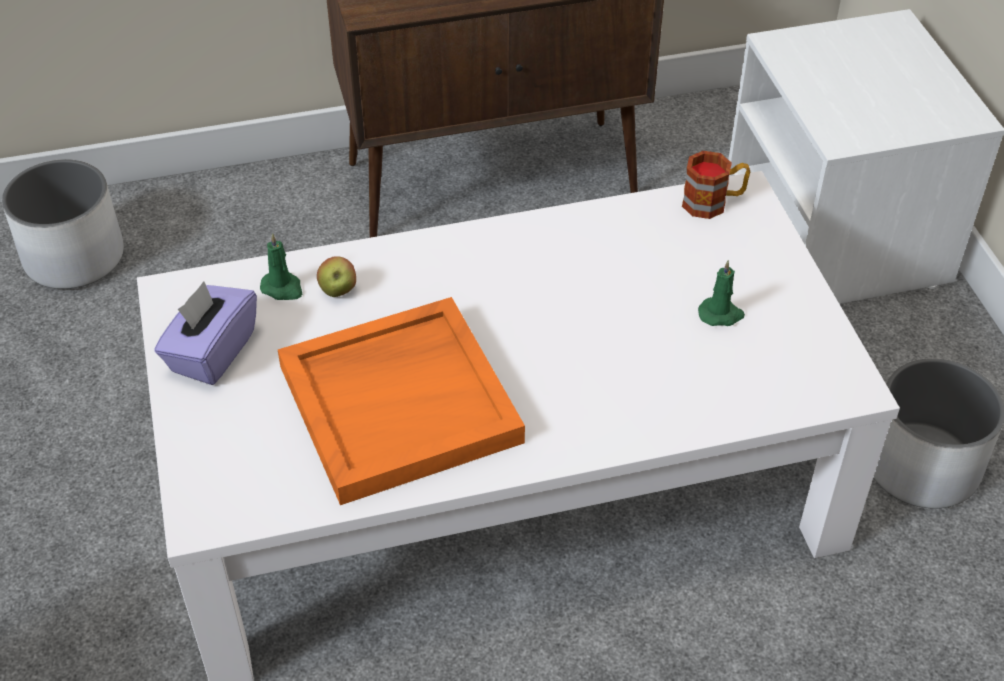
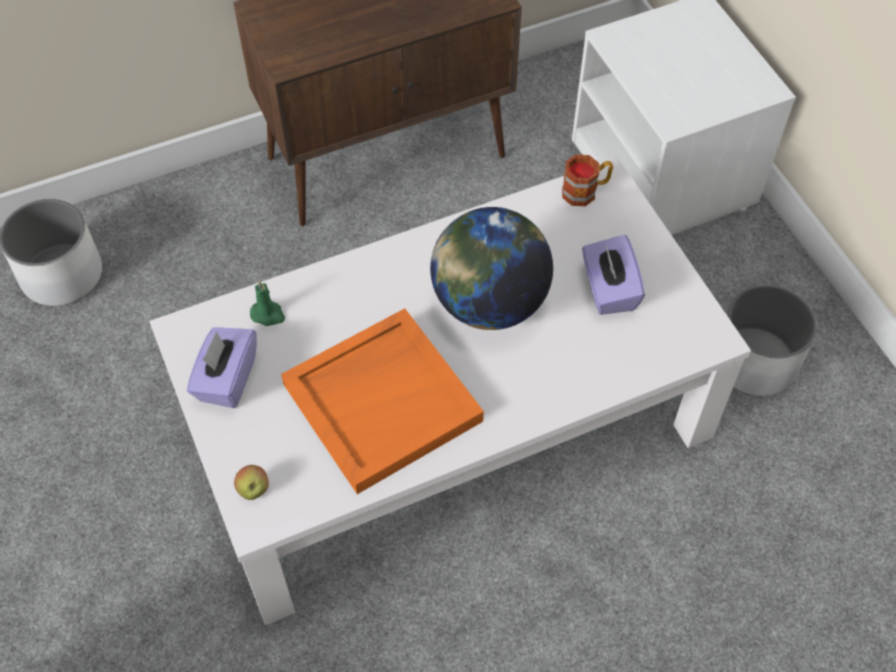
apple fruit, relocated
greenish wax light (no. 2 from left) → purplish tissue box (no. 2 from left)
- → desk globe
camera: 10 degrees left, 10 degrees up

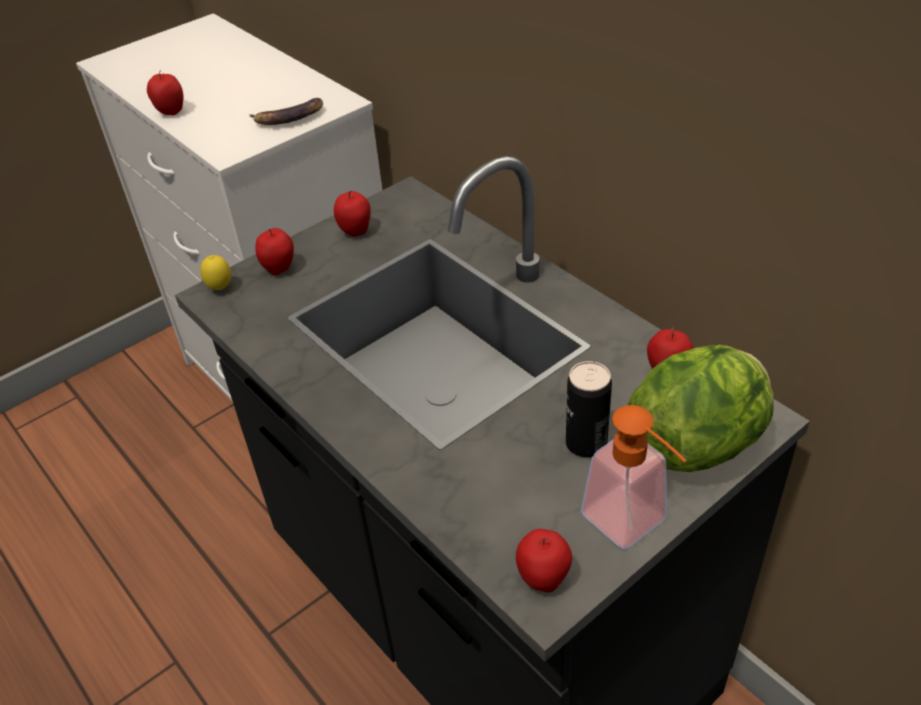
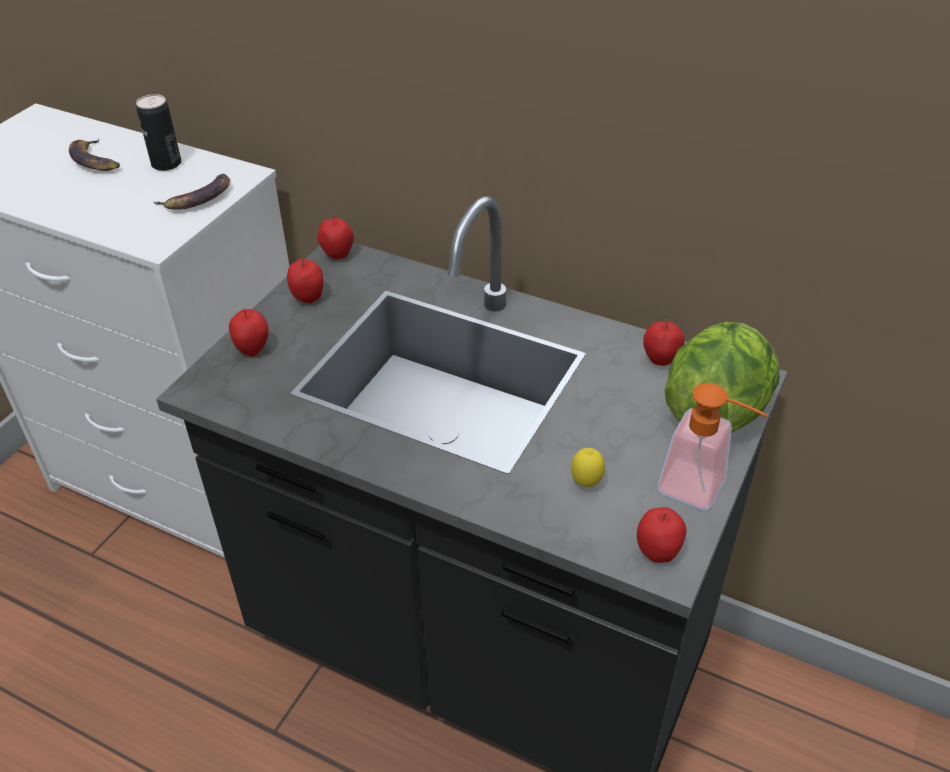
apple fruit (no. 1 from left in the first image) → apple fruit (no. 3 from left), relocated
citrus fruit, relocated
sealed can, relocated
- → banana fruit (no. 1 from left)
camera: 25 degrees left, 0 degrees up

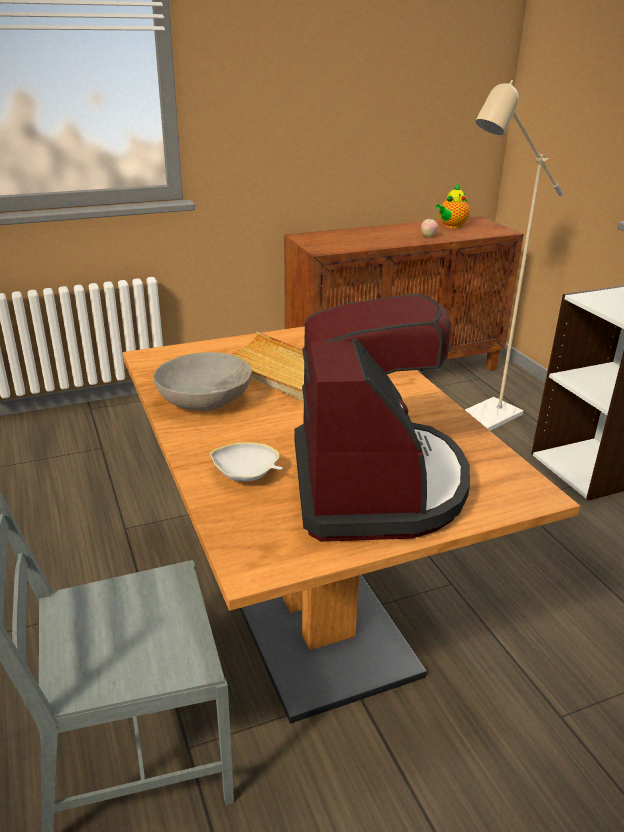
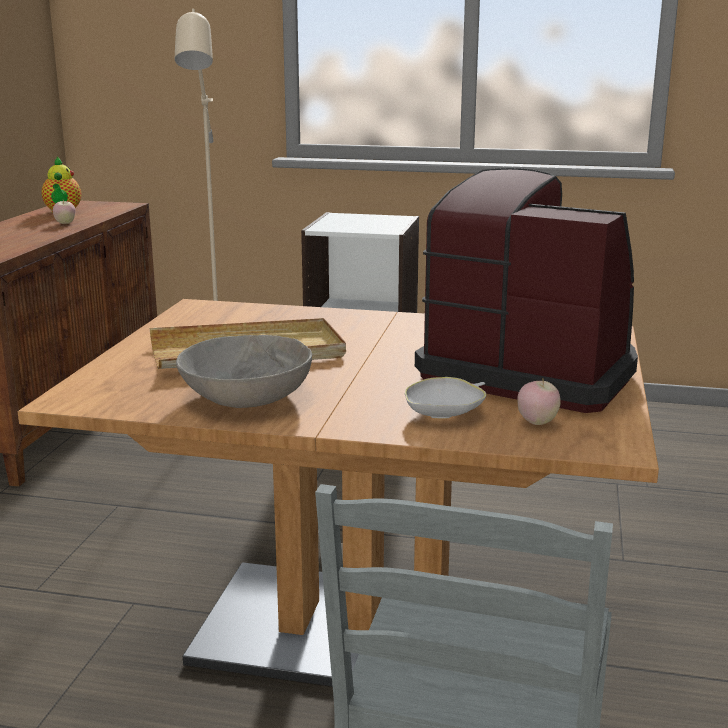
- → apple fruit (no. 2 from left)
camera: 55 degrees left, 10 degrees down

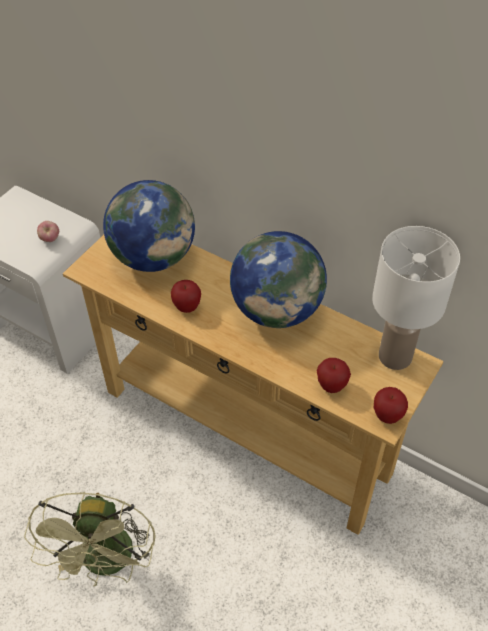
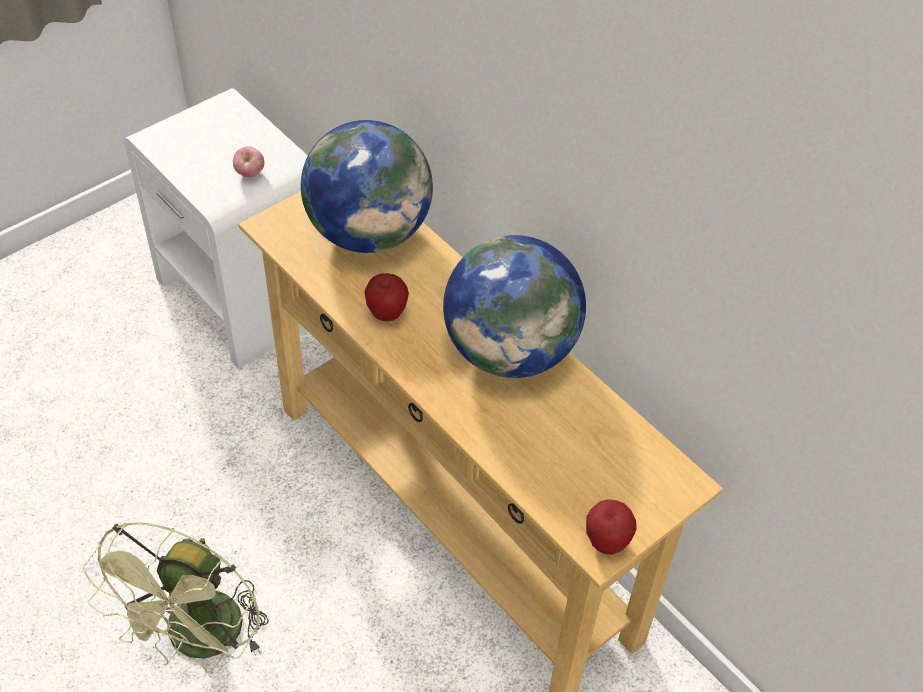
white-coloured table lamp → -
apple fruit (no. 3 from left) → -
camera: 15 degrees right, 0 degrees up

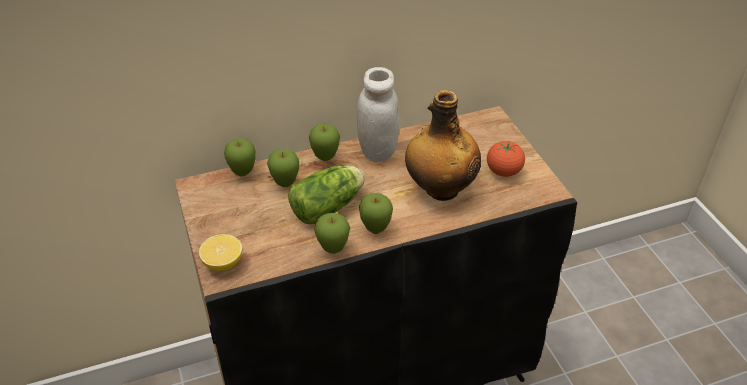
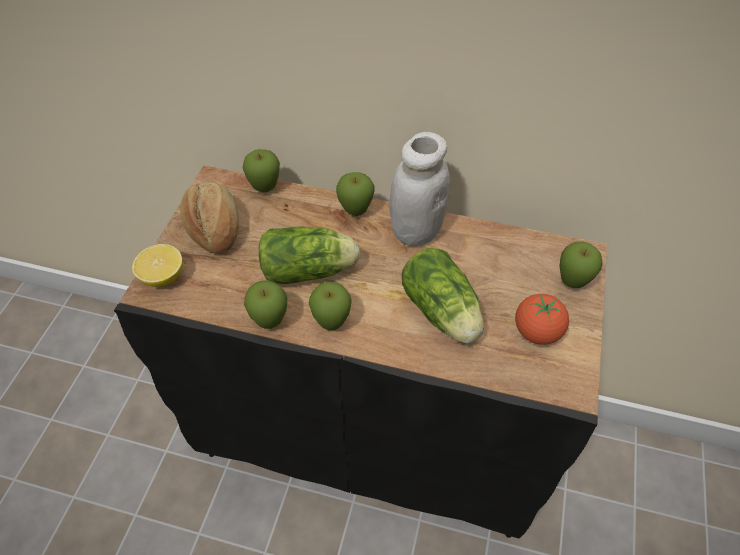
drink bottle → head of lettuce (no. 2 from left)
apple fruit (no. 2 from left in the first image) → apple fruit (no. 5 from left), relocated
- → baked bread
camera: 35 degrees right, 10 degrees up

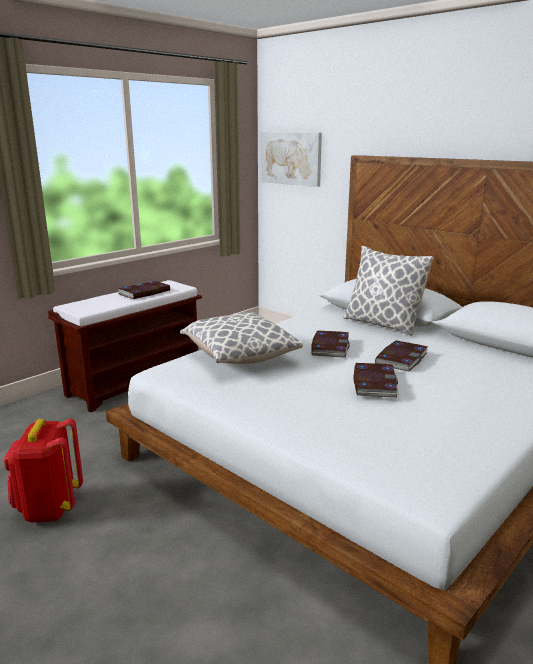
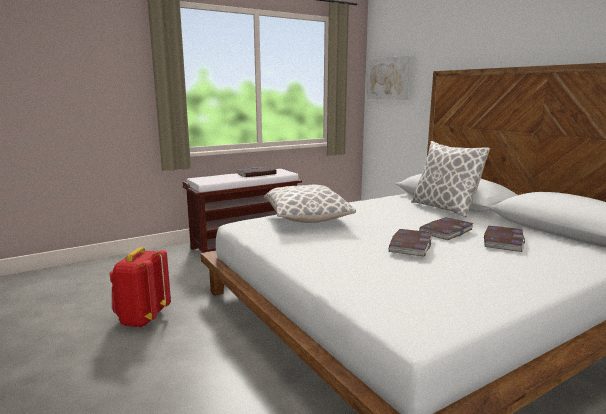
volume (no. 2 from left in the first image) → volume (no. 4 from left), relocated
camera: 15 degrees right, 5 degrees down

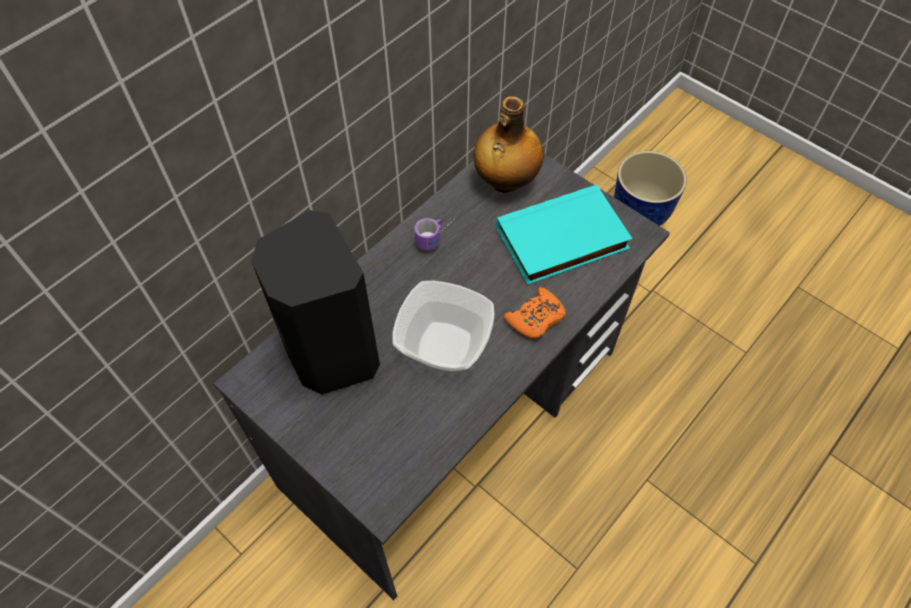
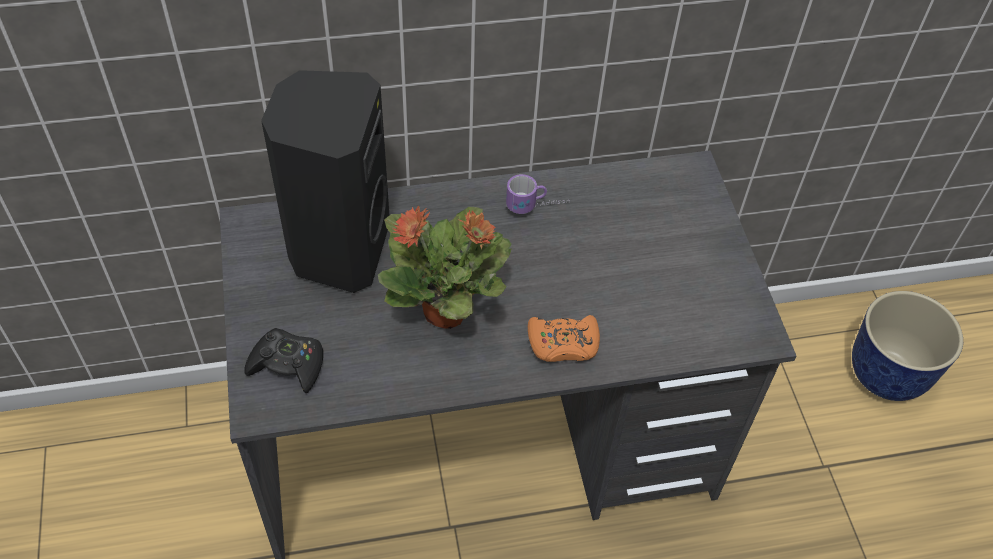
drink bottle → -
blue-green volume → -
deep dish → plant in a pot
- → black-coloured gamepad
camera: 35 degrees right, 5 degrees down

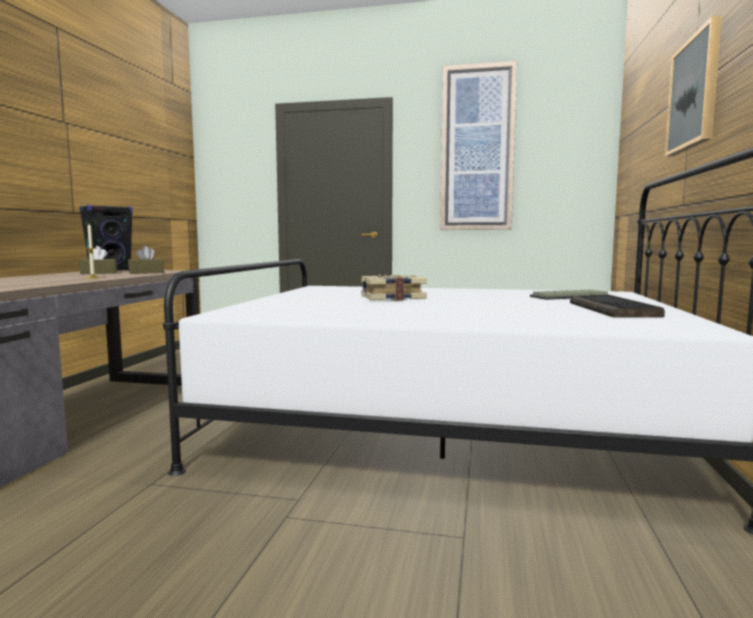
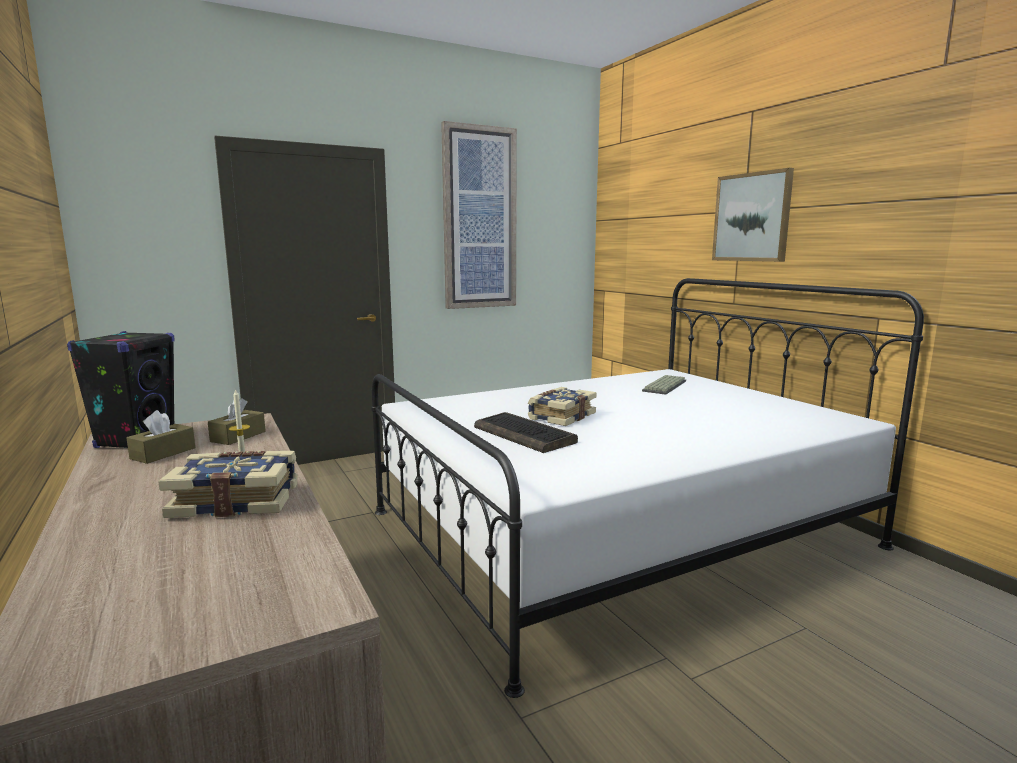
PC keyboard (no. 2 from left in the first image) → PC keyboard (no. 1 from left), relocated
- → volume (no. 1 from left)
camera: 40 degrees left, 5 degrees up

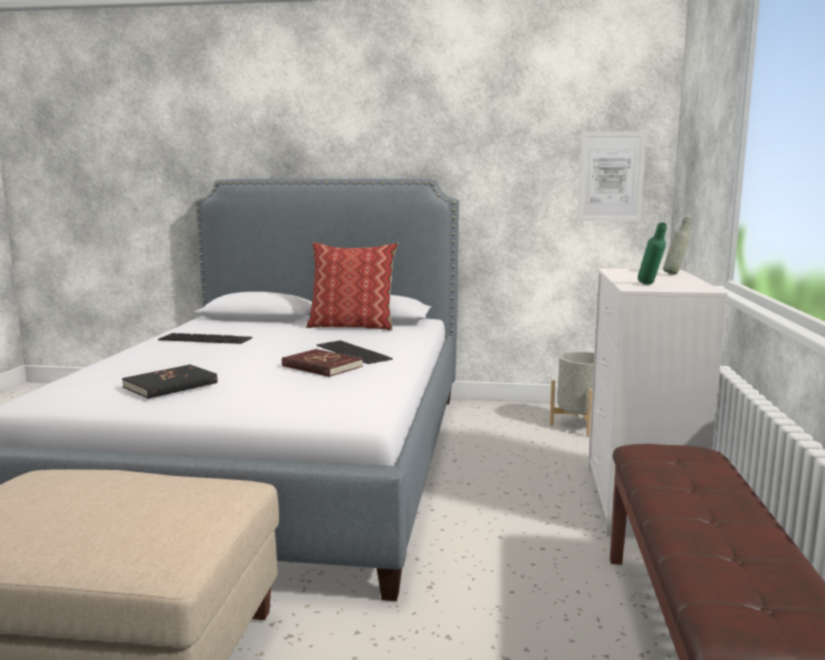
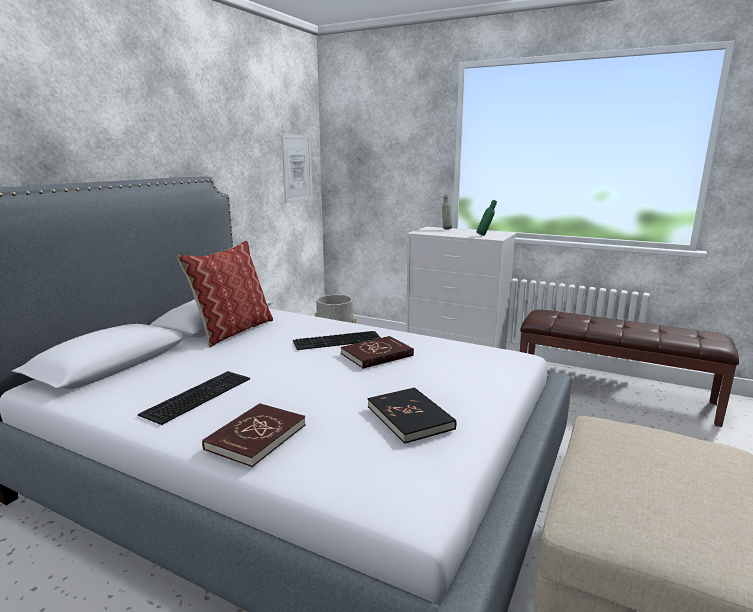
- → red-coloured volume (no. 1 from left)
camera: 70 degrees left, 5 degrees up

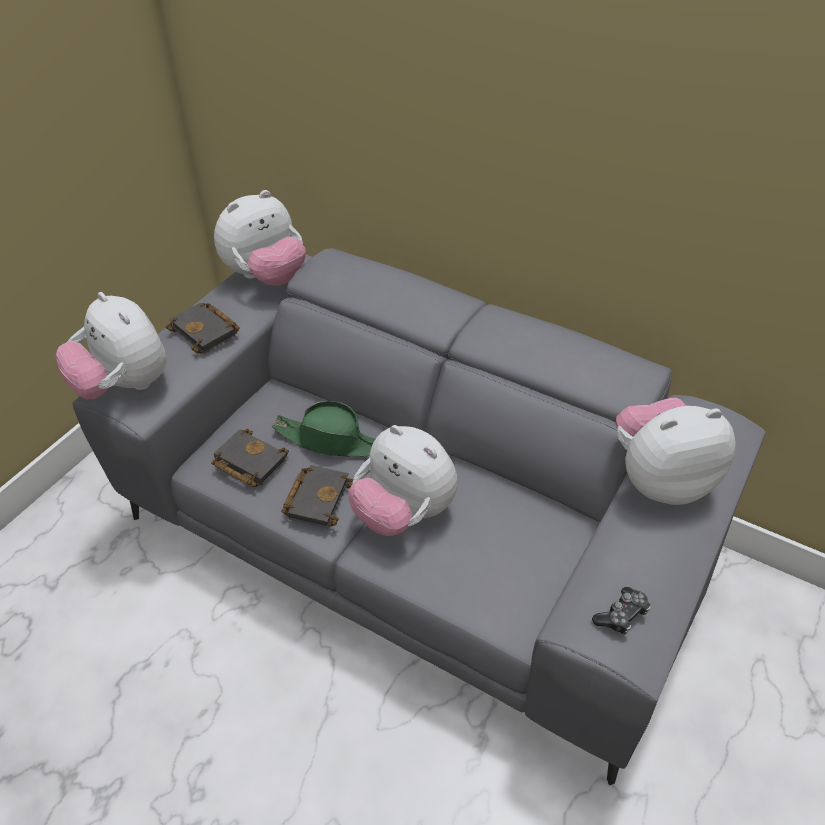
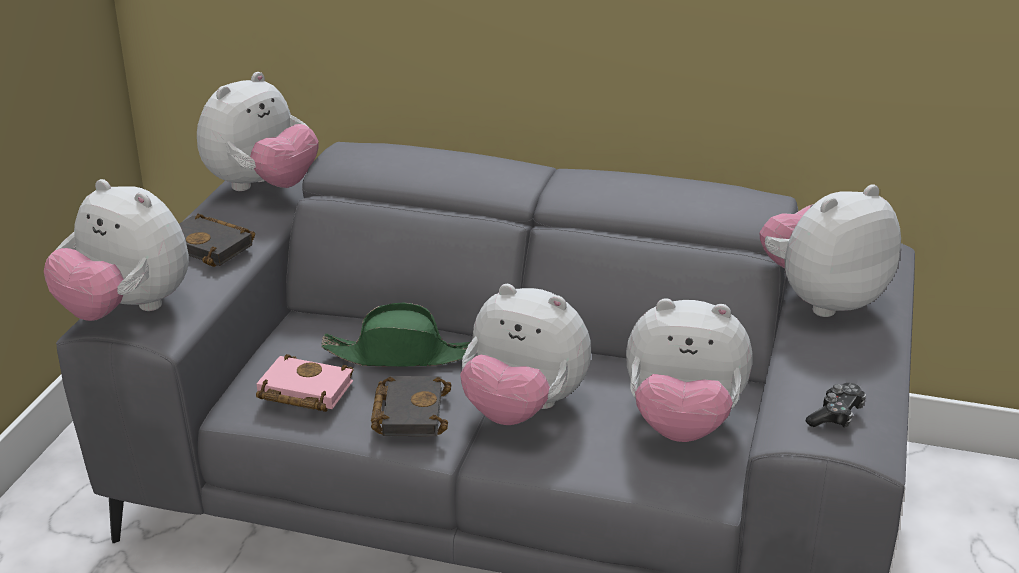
black-coloured volume (no. 2 from left) → pink volume
- → plush toy (no. 4 from left)
camera: 15 degrees left, 15 degrees down

